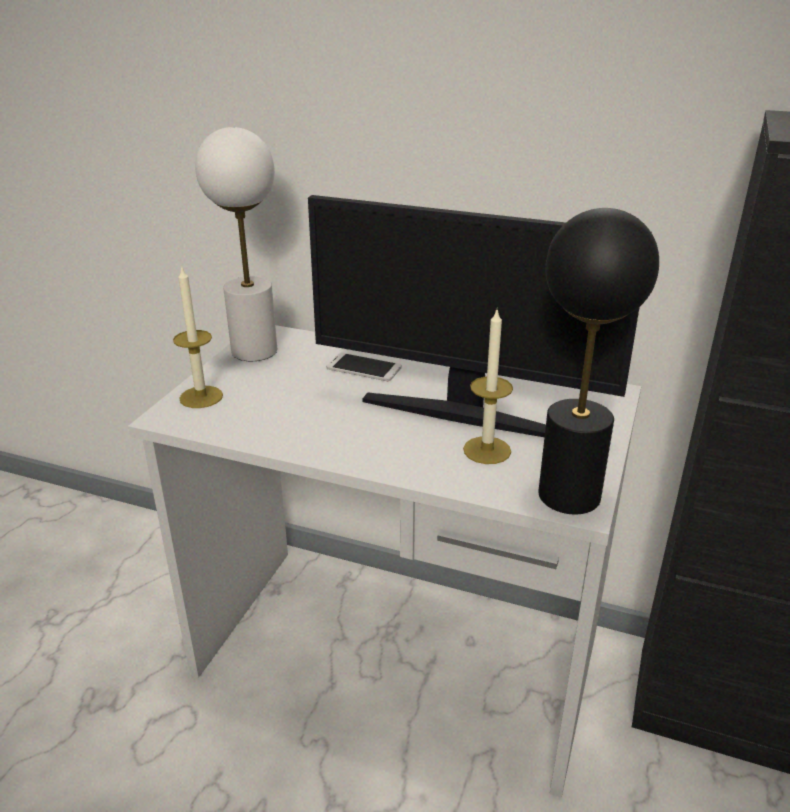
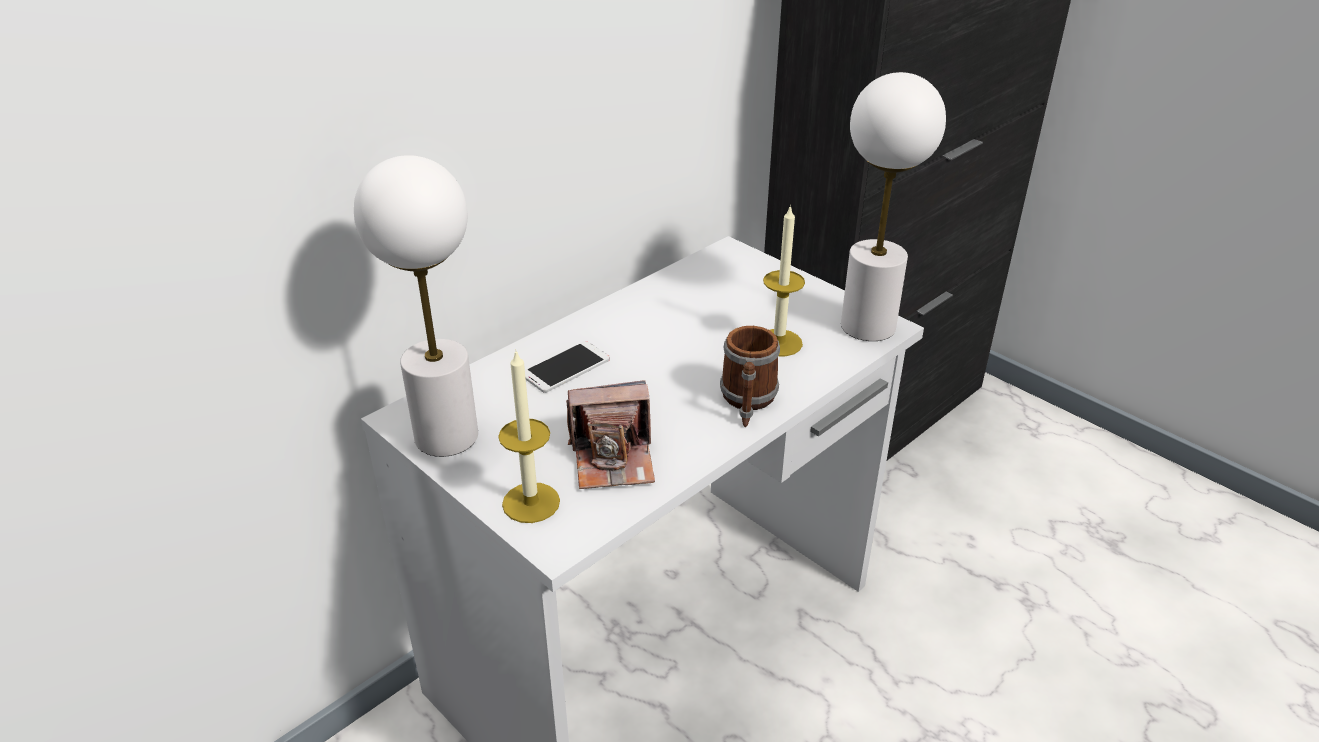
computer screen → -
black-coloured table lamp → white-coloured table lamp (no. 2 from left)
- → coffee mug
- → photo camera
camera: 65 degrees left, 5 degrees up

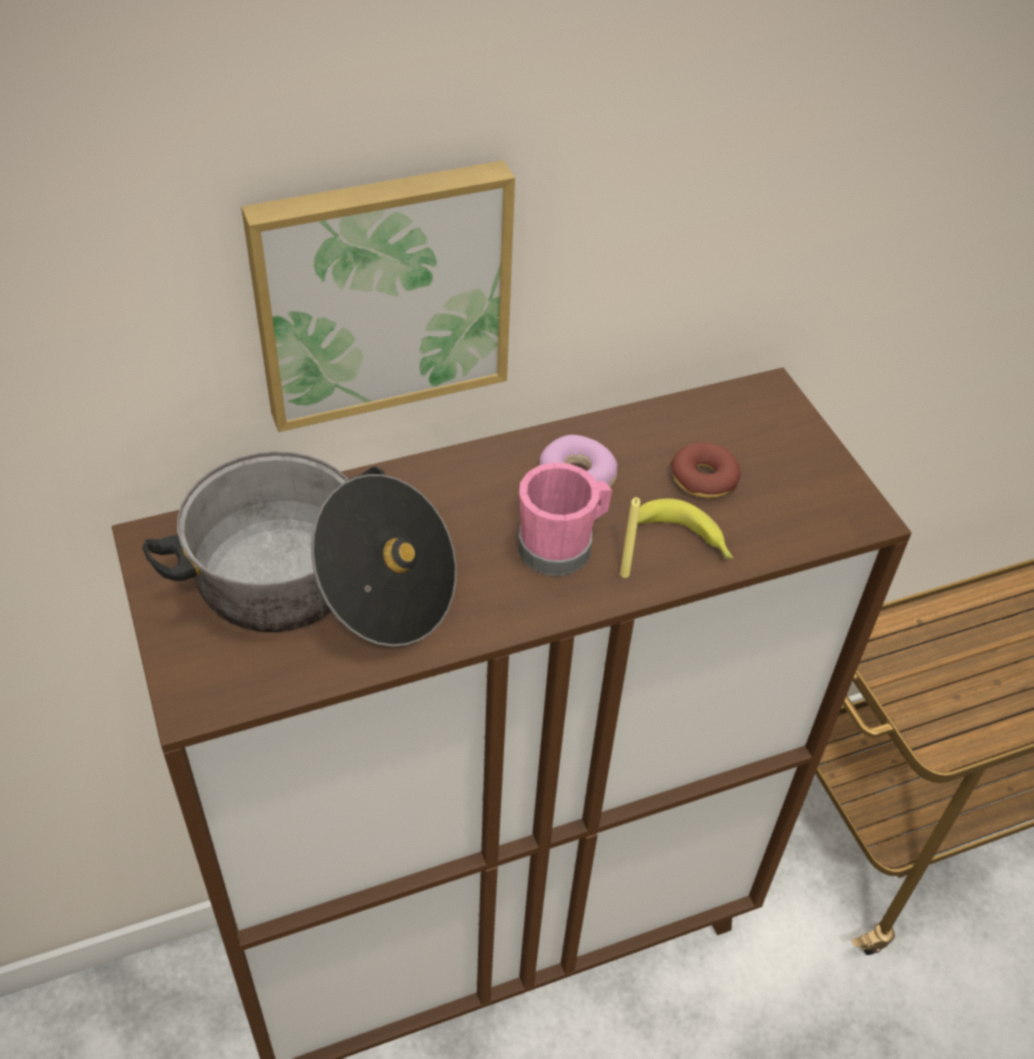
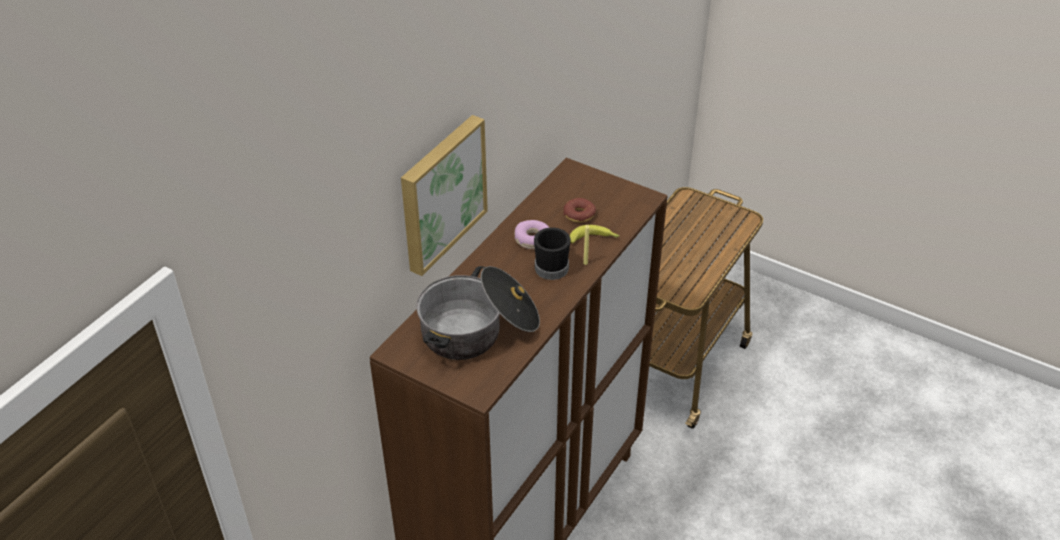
pink coffee mug → black-coloured coffee mug
camera: 35 degrees left, 5 degrees down

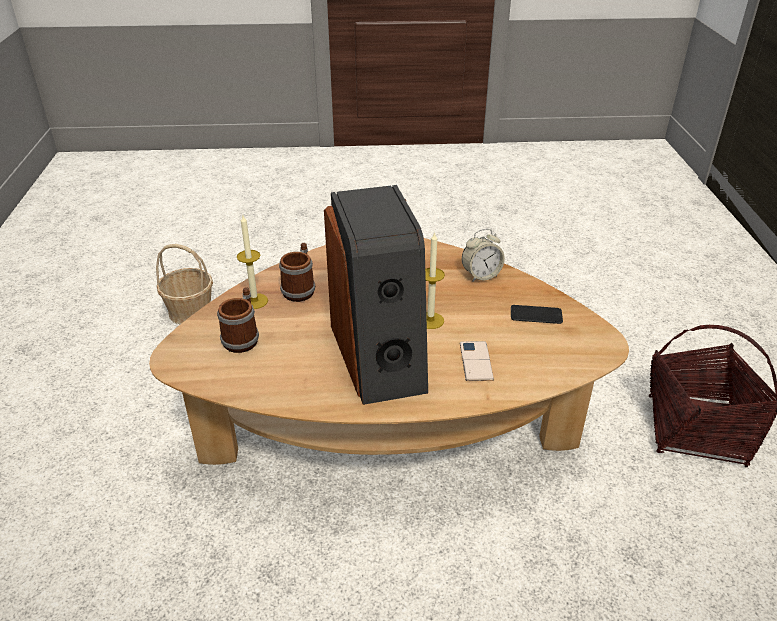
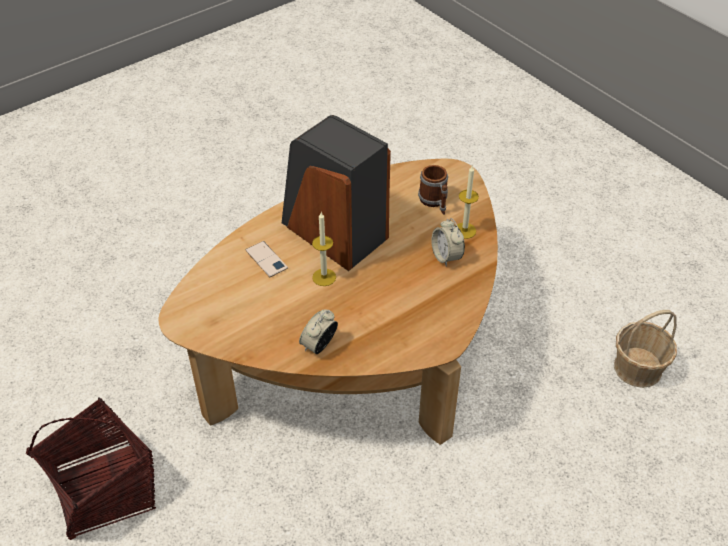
coffee mug (no. 2 from left) → bedside clock (no. 2 from left)
telephone (no. 2 from left) → -
camera: 145 degrees right, 10 degrees up

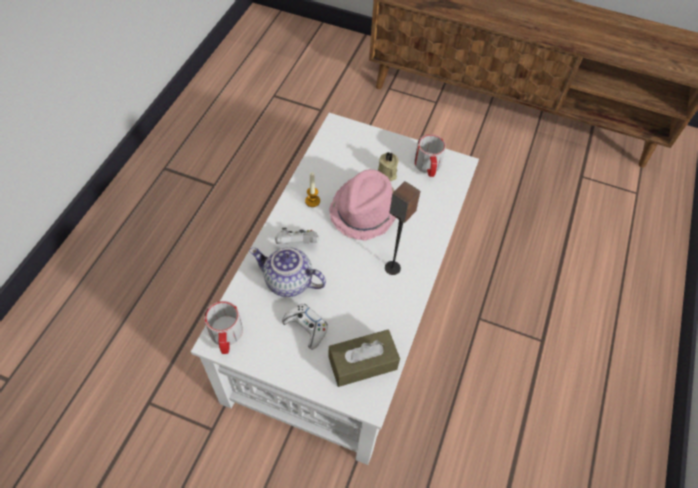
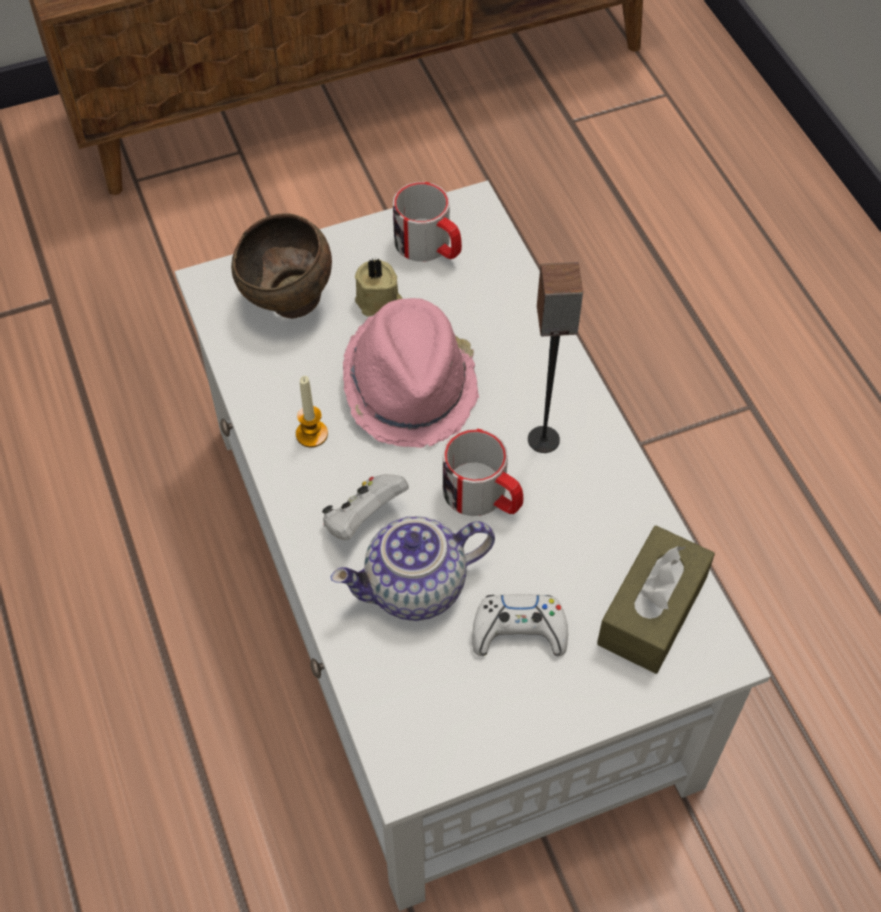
coffee mug (no. 1 from left in the first image) → coffee mug (no. 2 from left), relocated
- → brown-coloured deep dish
camera: 40 degrees left, 0 degrees up

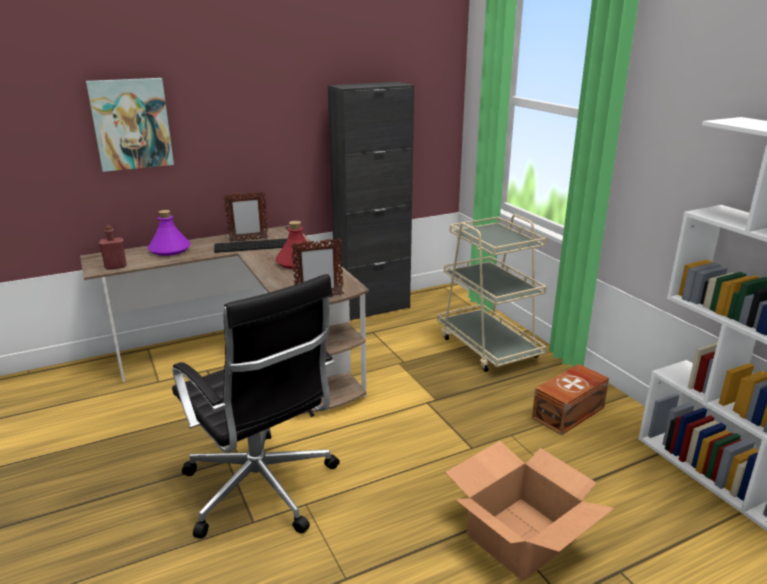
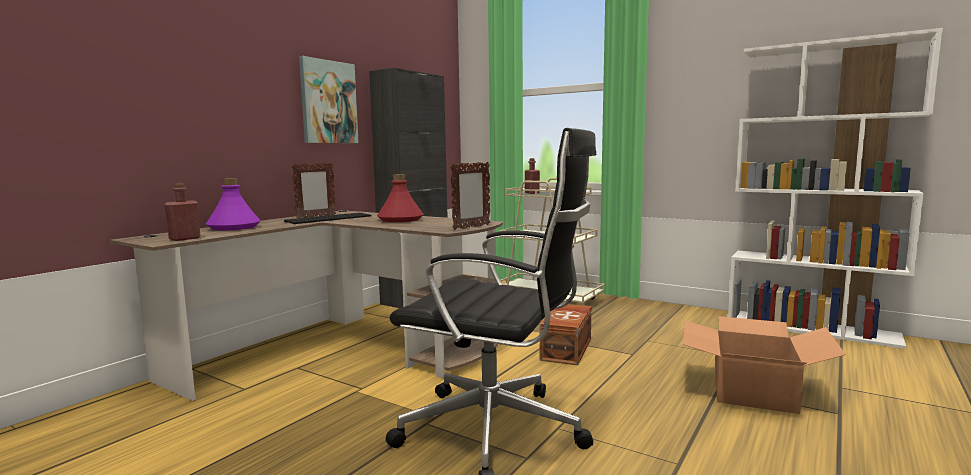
wall picture, relocated
brown-coloured storage container, relocated
- → red-coloured drink bottle (no. 3 from left)
camera: 30 degrees left, 15 degrees down

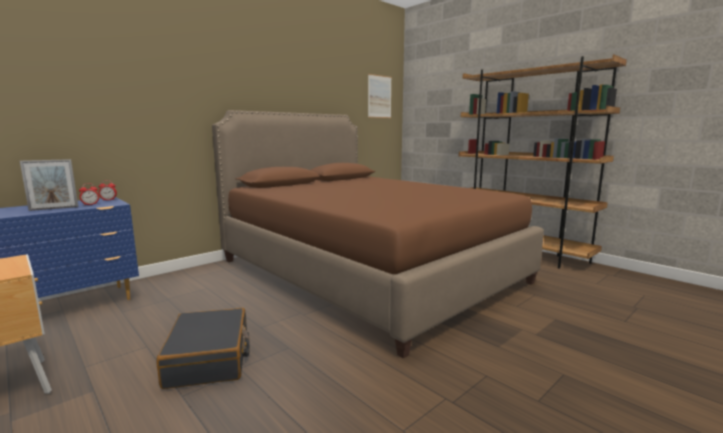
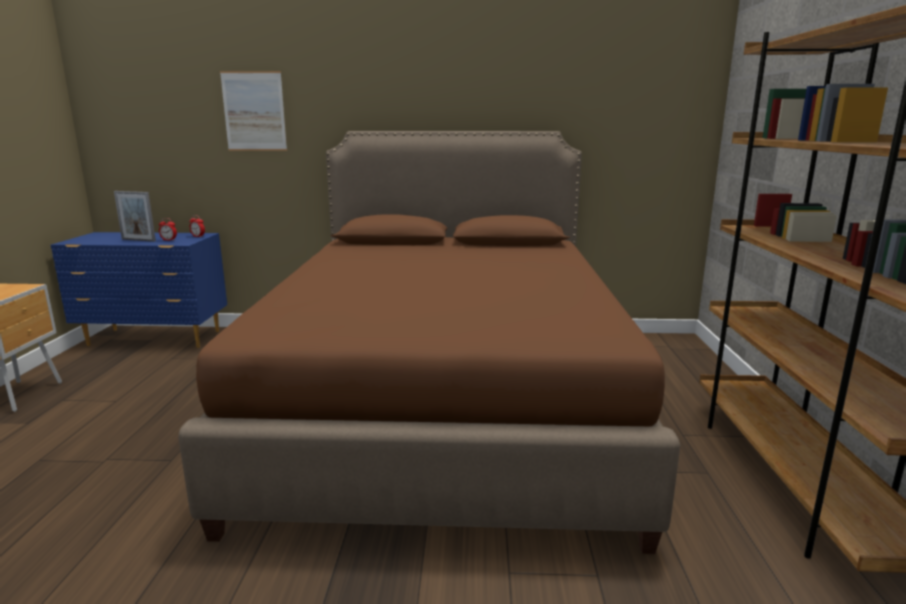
wall picture, relocated
black-coloured suitcase → -
camera: 45 degrees right, 5 degrees up

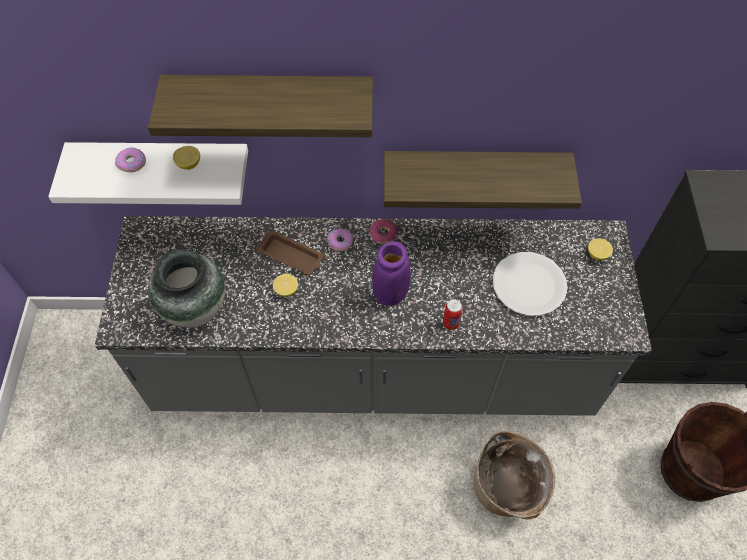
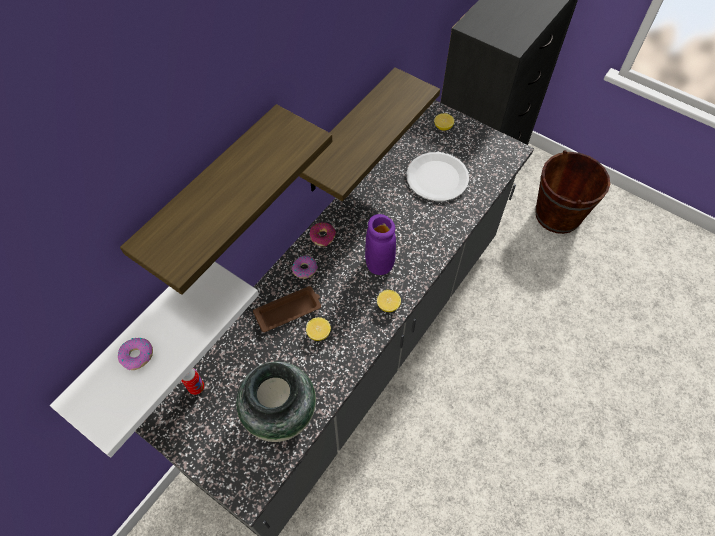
citrus fruit (no. 1 from left in the first image) → citrus fruit (no. 2 from left), relocated
sealed can, relocated
basket → -
camera: 55 degrees left, 0 degrees up

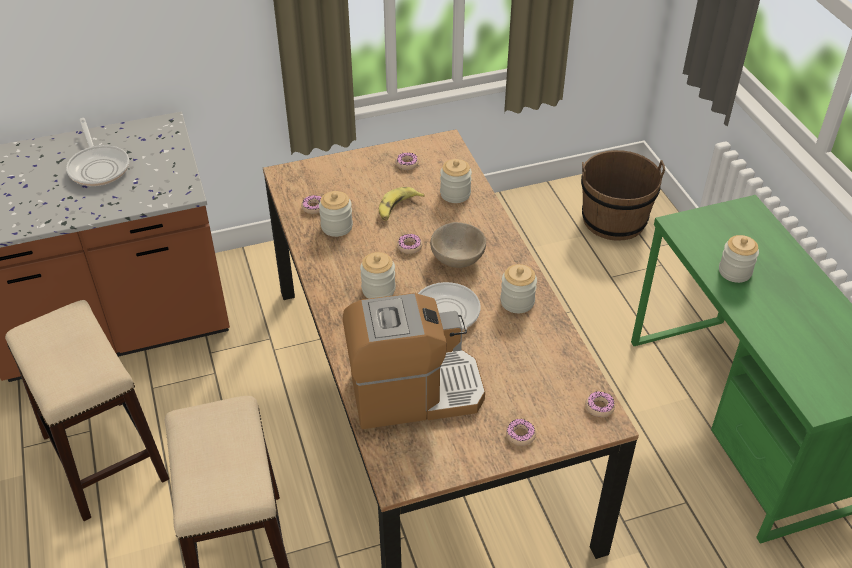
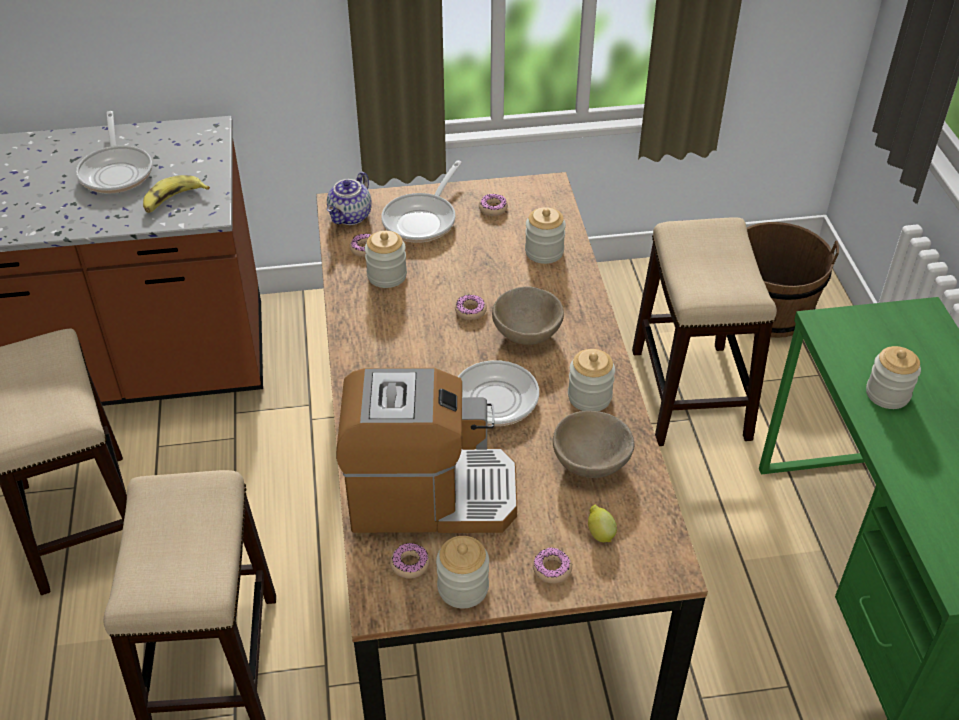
banana fruit, relocated
jar (no. 2 from left), relocated
donut (no. 5 from left in the first image) → donut (no. 2 from left), relocated
- → pan (no. 2 from left)
- → teapot
- → stool (no. 3 from left)
- → beige-coloured deep dish (no. 2 from left)
- → citrus fruit
camera: 10 degrees right, 0 degrees up

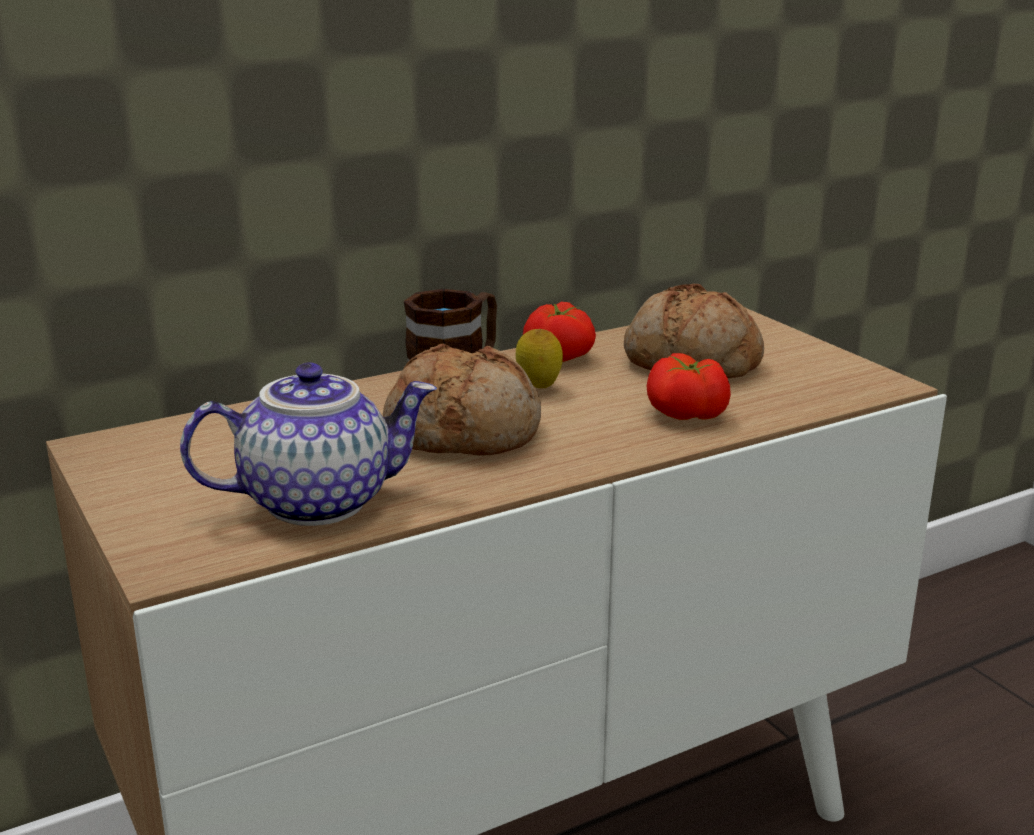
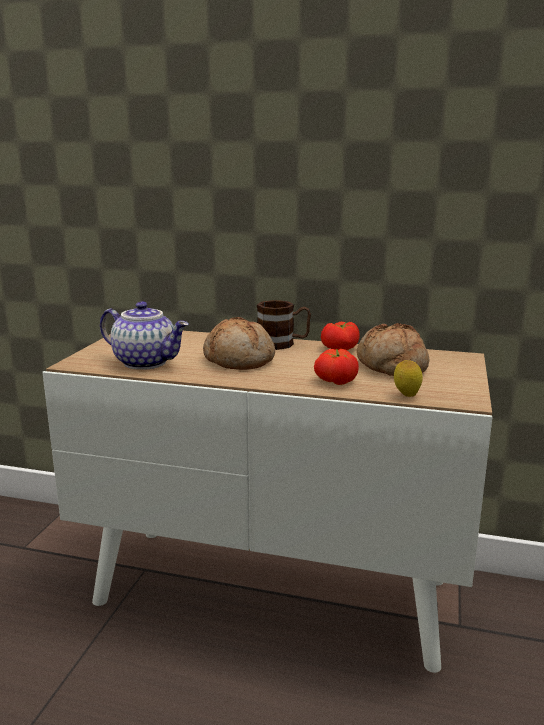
citrus fruit, relocated
camera: 45 degrees right, 5 degrees down

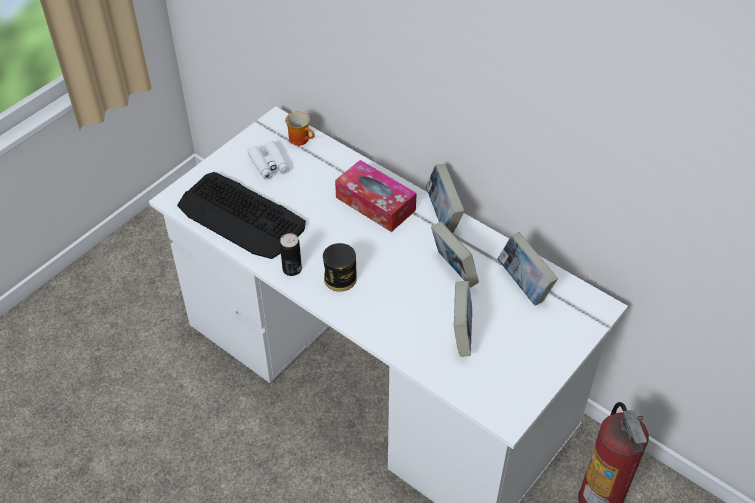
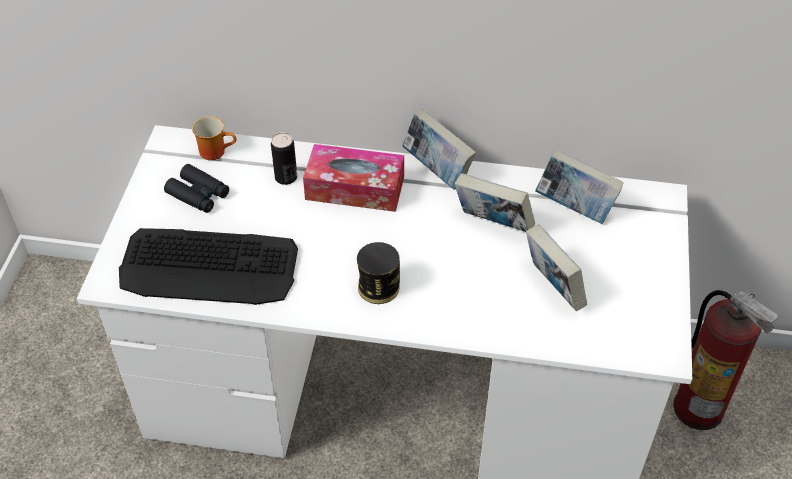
white-coloured binoculars → black-coloured binoculars
sealed can (no. 1 from left), relocated
camera: 30 degrees left, 0 degrees up

